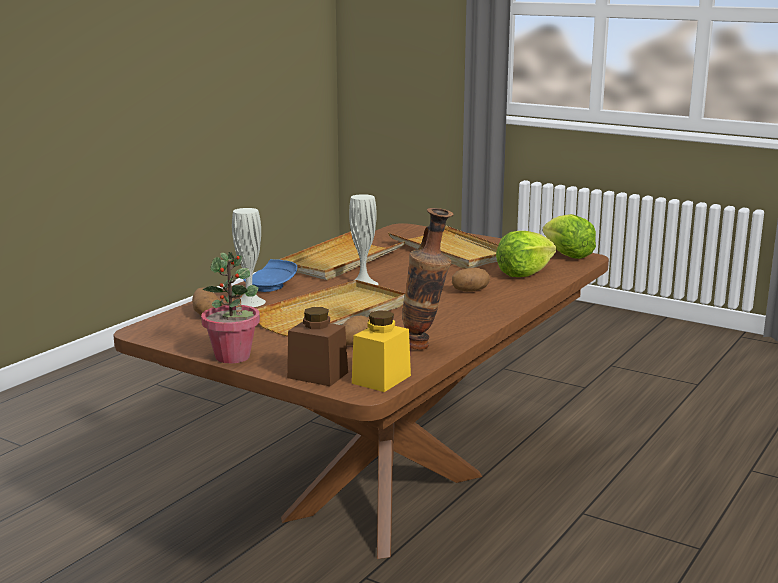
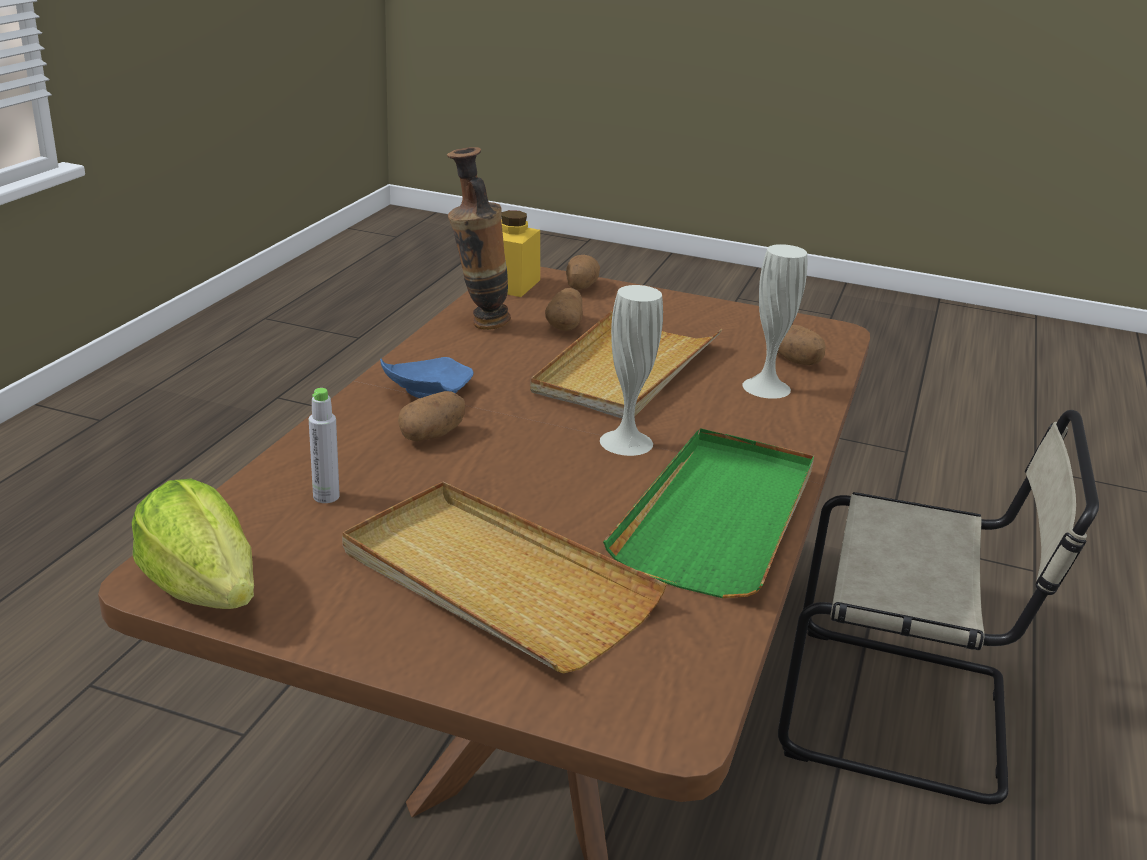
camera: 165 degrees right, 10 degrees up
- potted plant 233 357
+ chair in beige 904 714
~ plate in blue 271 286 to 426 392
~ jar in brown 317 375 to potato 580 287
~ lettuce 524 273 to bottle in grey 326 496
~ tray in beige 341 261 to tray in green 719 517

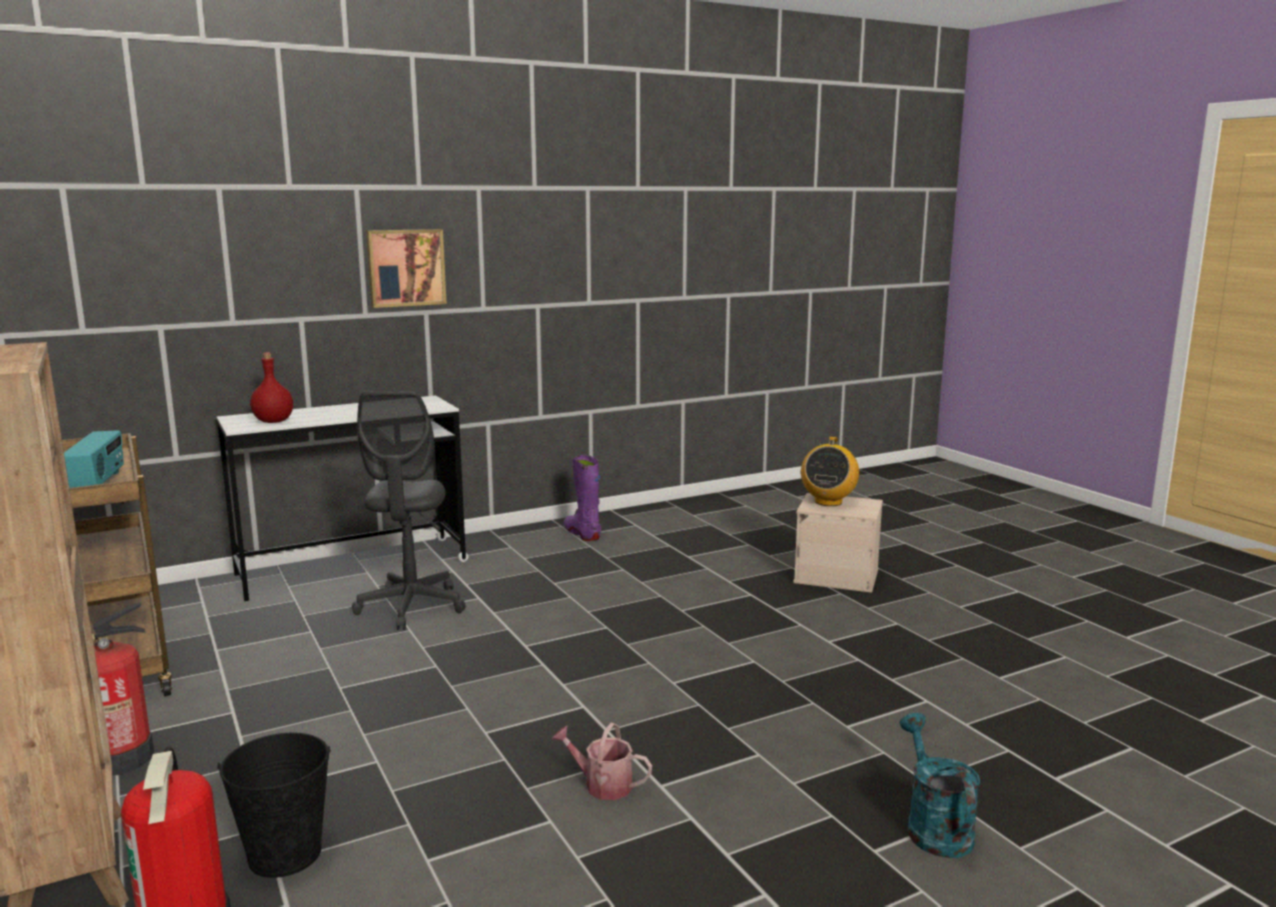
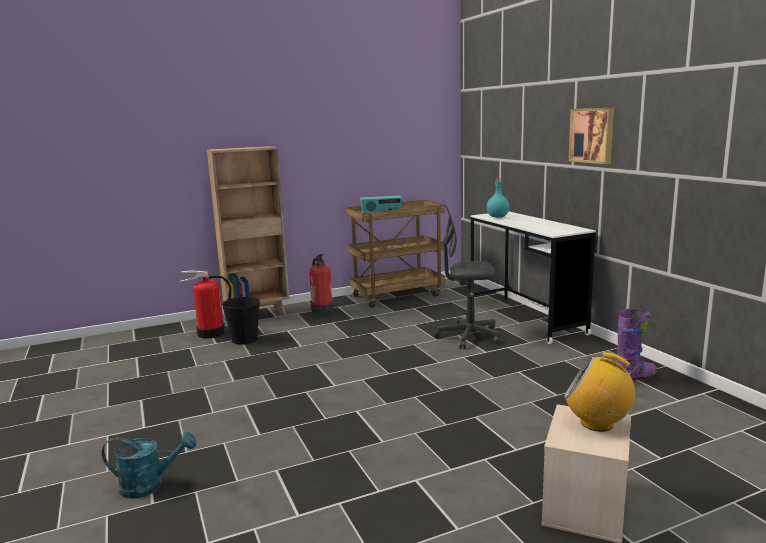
camera: 95 degrees right, 0 degrees up
- watering can 602 785
~ bottle in red 273 421 to bottle in turquoise 498 217

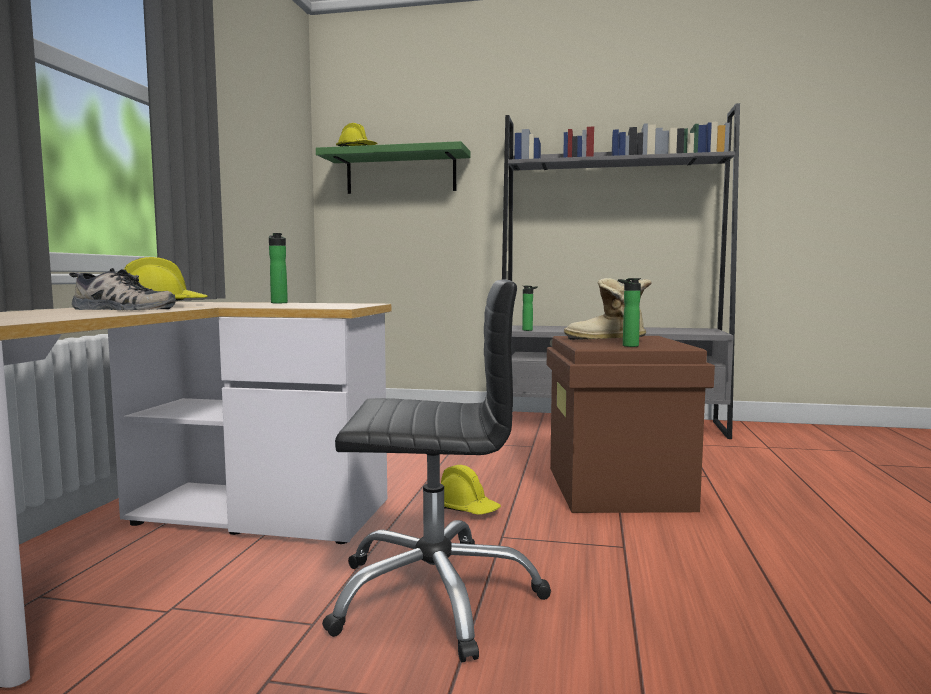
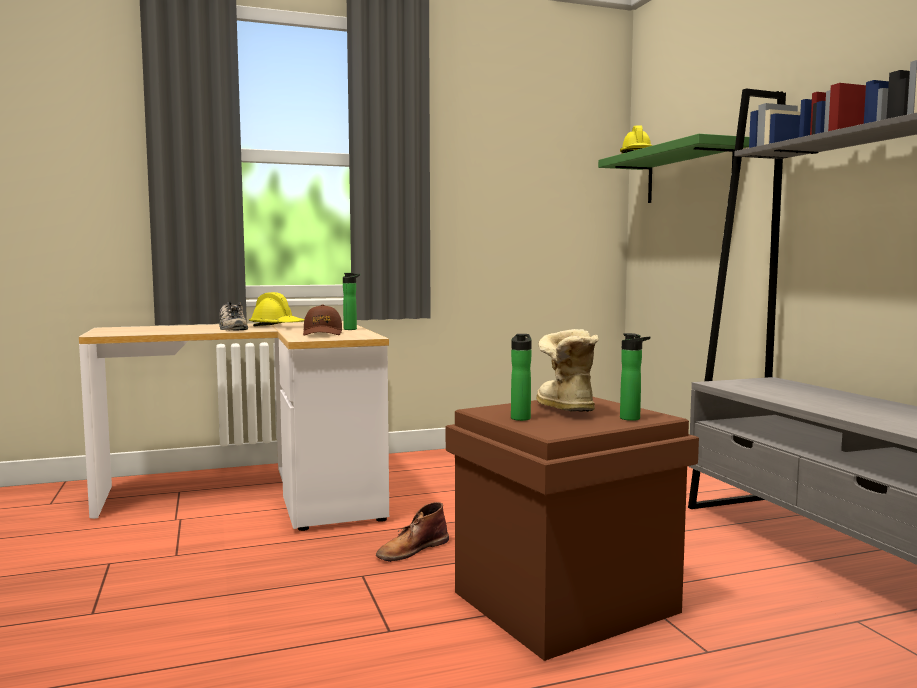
camera: 60 degrees right, 0 degrees up
- office chair in black 435 595
+ cap in brown 323 333
~ bottle 529 330 to 632 419
~ hard hat in yellow 466 509 to boot in brown 412 549

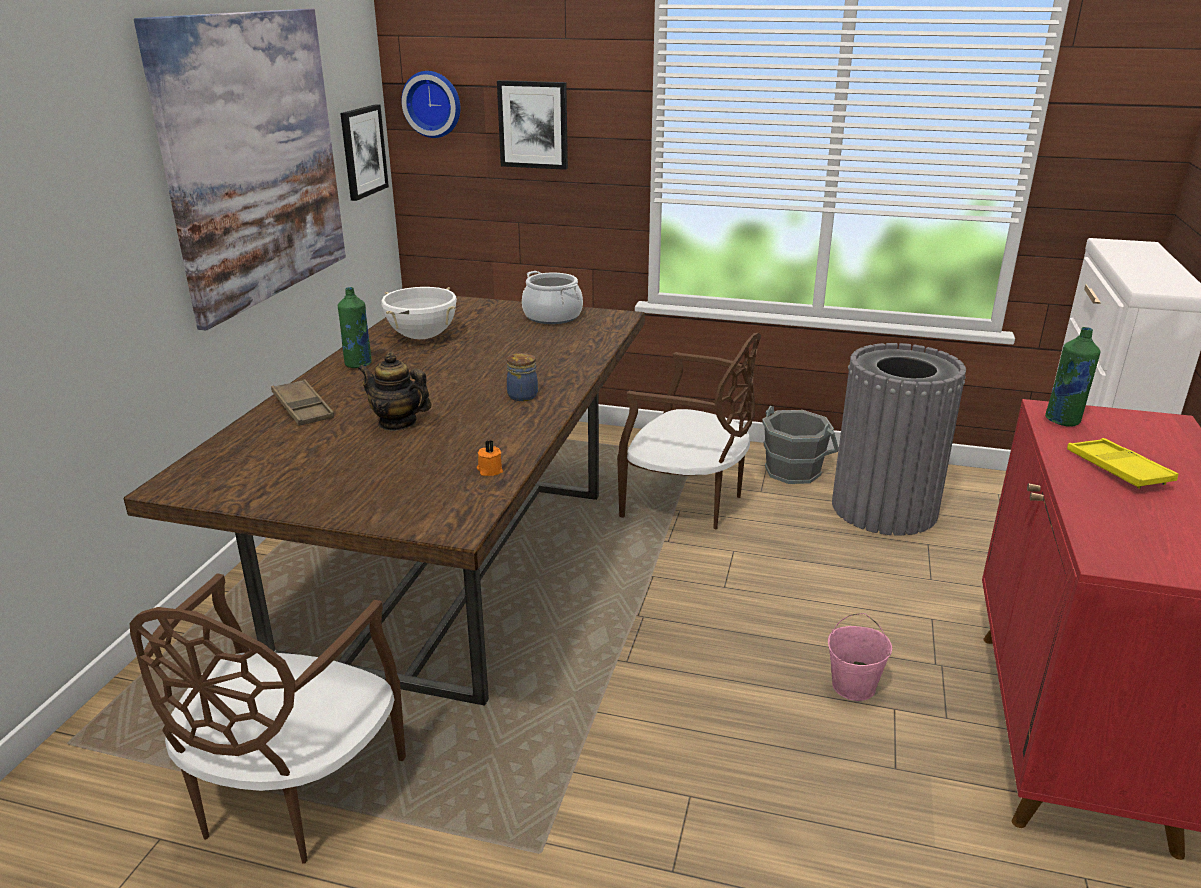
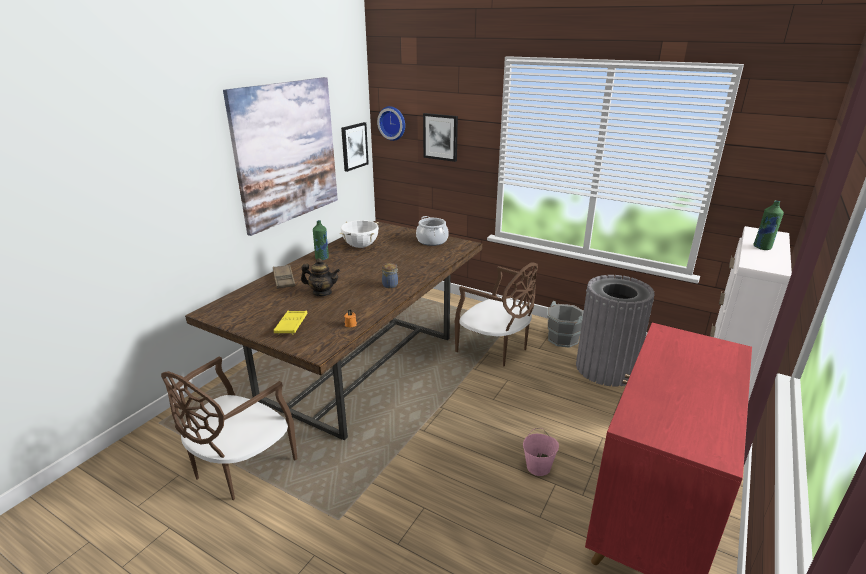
camera: 15 degrees right, 0 degrees up
~ bottle in green 1063 421 to 762 247
~ tray in yellow 1117 469 to 291 325
~ teapot 397 423 = 322 292 150 degrees clockwise

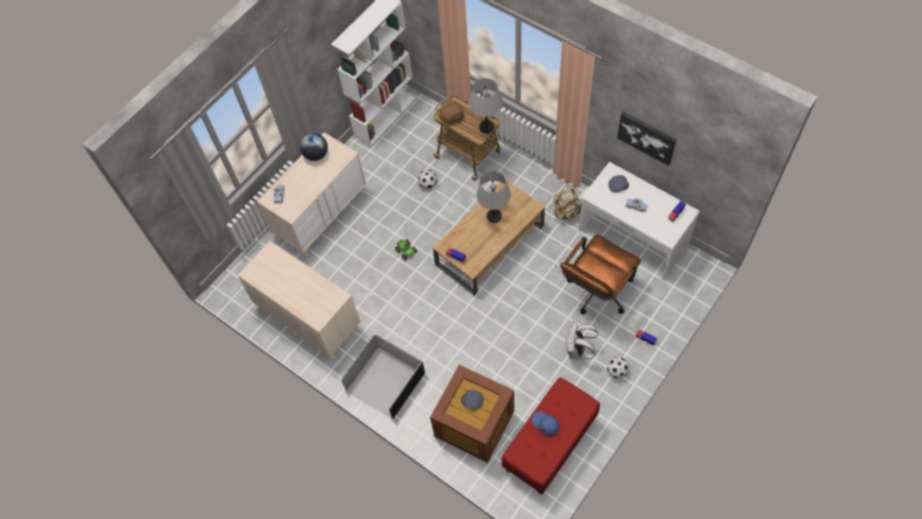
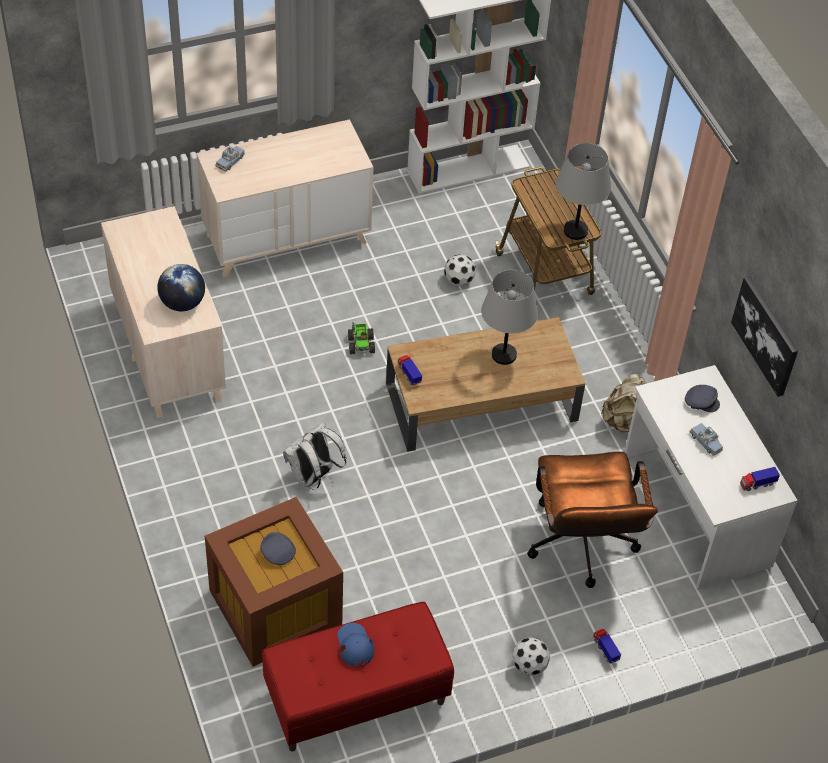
camera: 25 degrees right, 10 degrees down
- storage box in black 384 381
- plush toy in brown 451 118
~ globe 316 155 to 182 303
~ backpack in white 577 350 to 313 476
~ office chair in brown 596 293 = 581 549 75 degrees counterclockwise

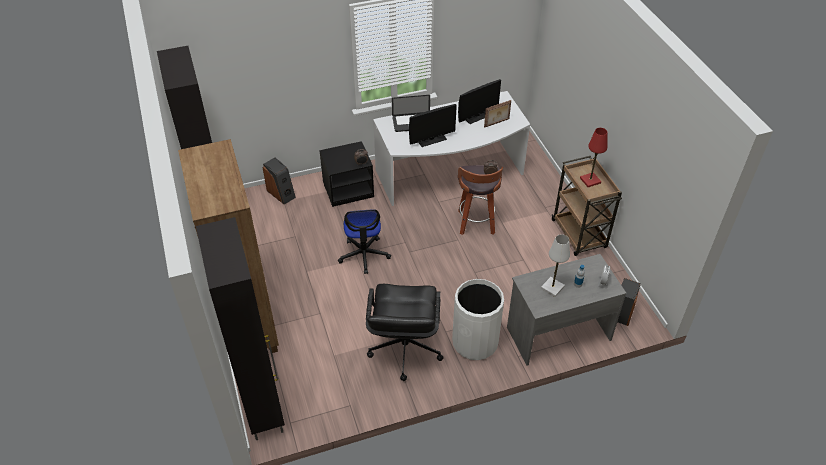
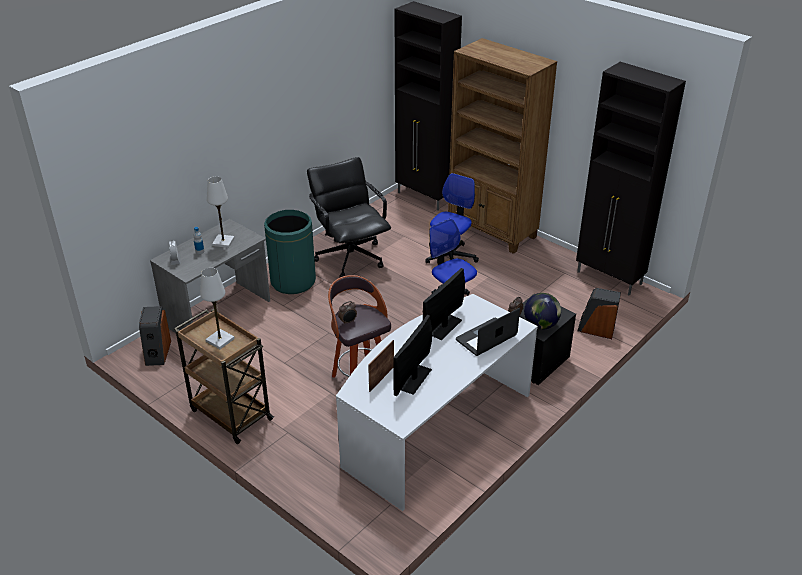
camera: 150 degrees right, 10 degrees down
+ office chair 450 257
+ globe 541 325
~ trash can in white 475 342 to trash can in green 293 281
~ table lamp in red 590 180 to table lamp in white 220 340

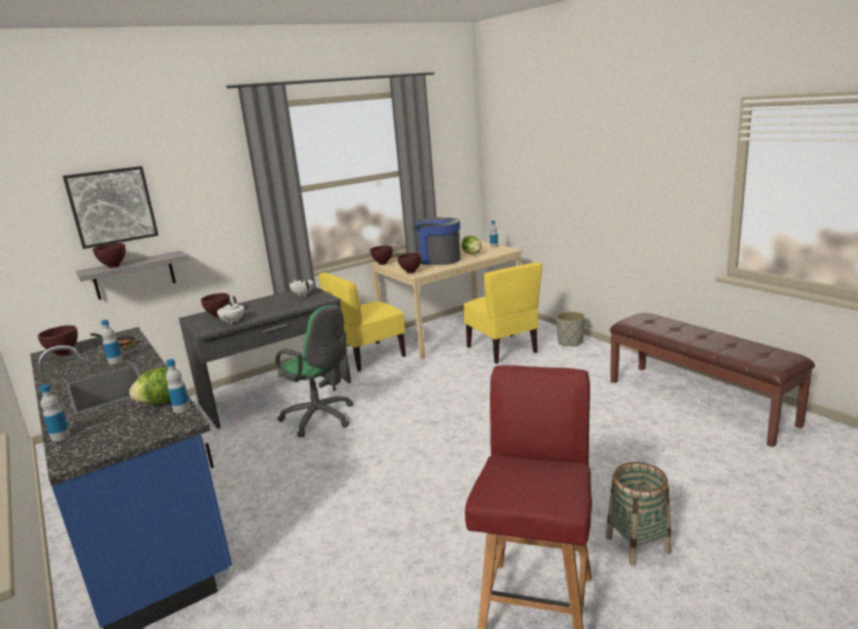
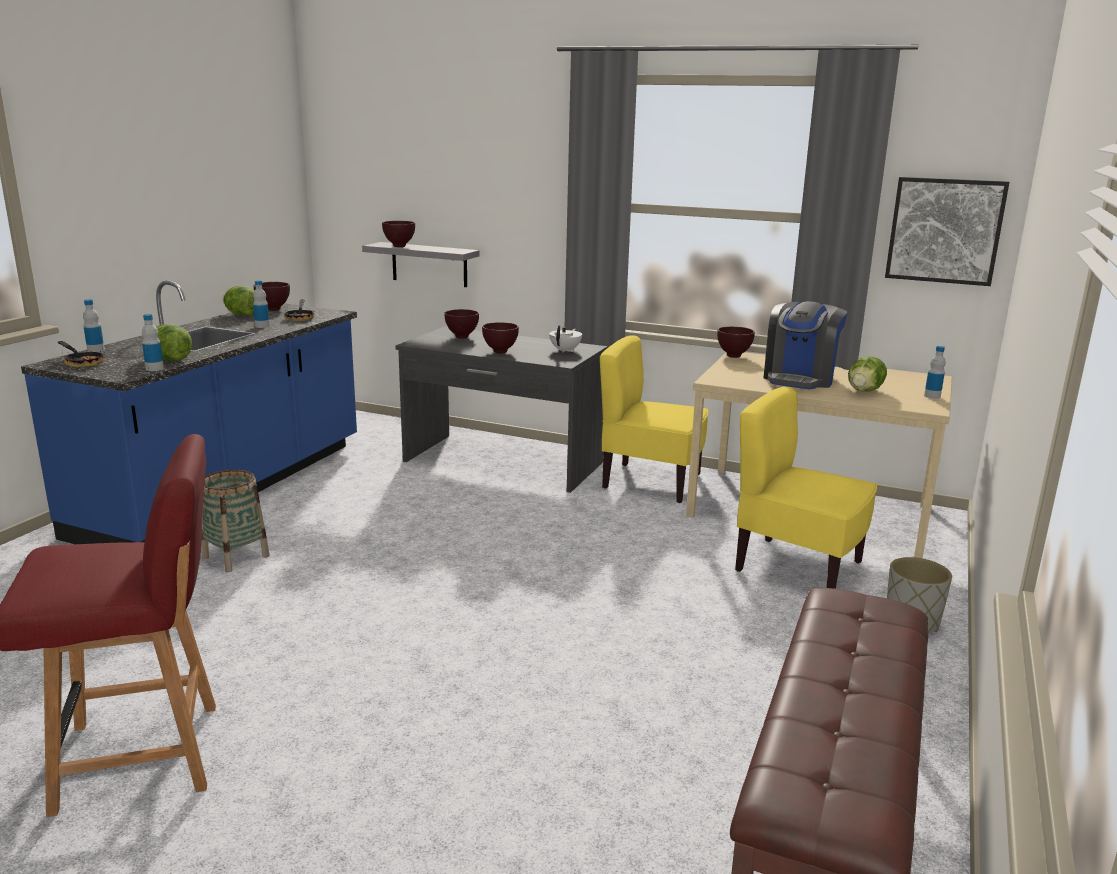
camera: 55 degrees right, 0 degrees up
- teapot in white 232 322
- office chair in green 321 419
+ frying pan 82 363
+ lettuce 242 315
~ picture 112 206 to 944 230
~ bowl in brown 410 272 to 501 352
~ basket 637 545 to 236 557
~ coffee machine 438 260 = 800 378 150 degrees counterclockwise
~ chair in yellow 503 349 = 797 568 90 degrees clockwise

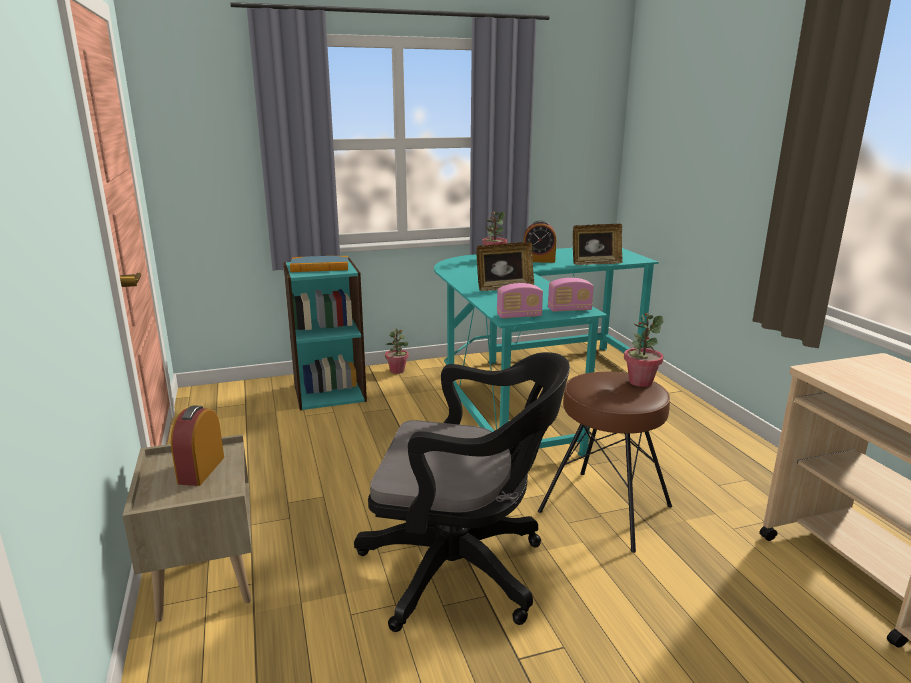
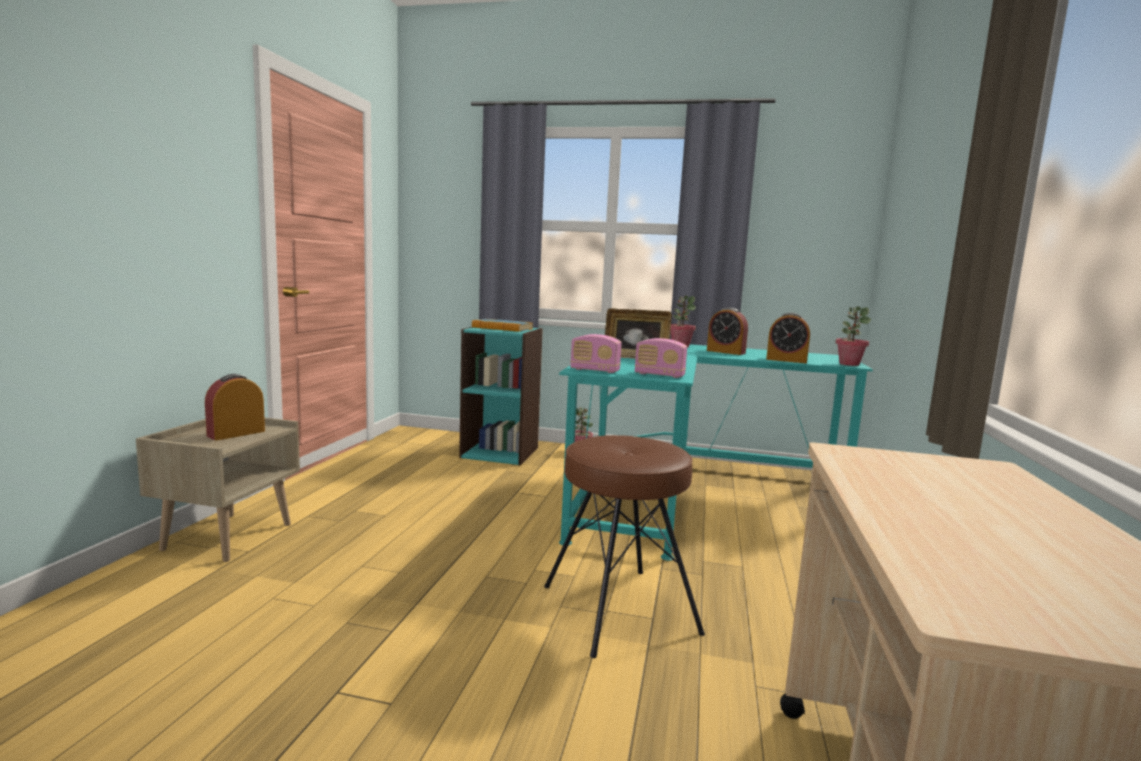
camera: 30 degrees right, 10 degrees down
- office chair in black 463 570
~ potted plant 640 382 to 849 364
~ picture frame 595 263 to alarm clock 786 360

